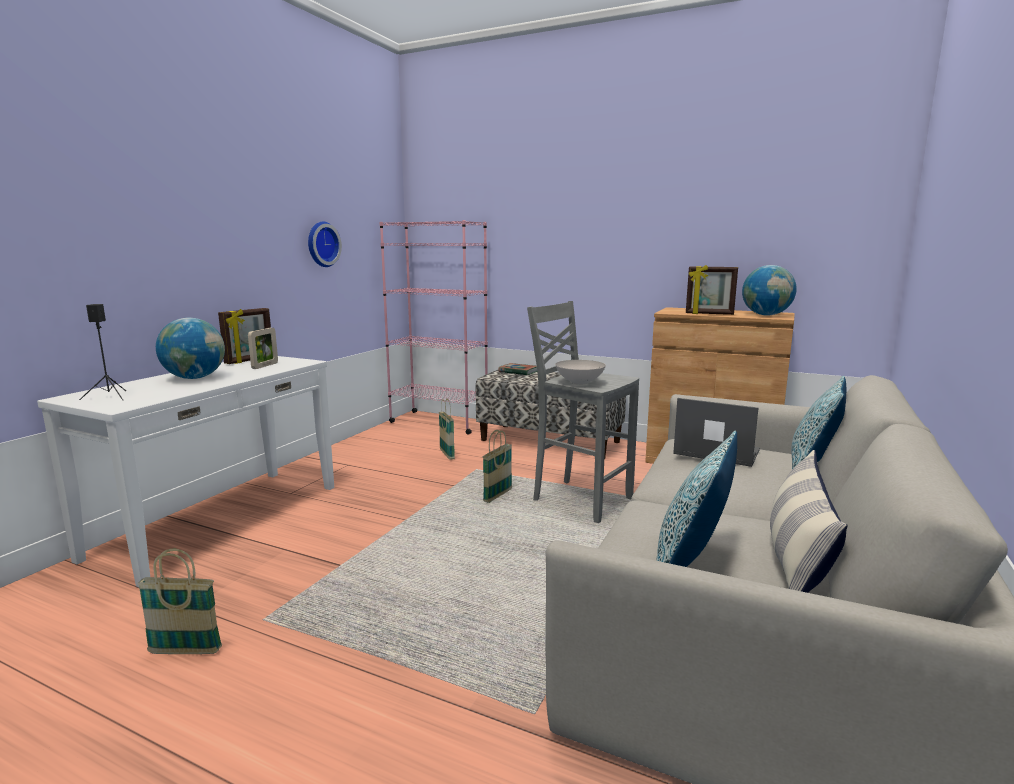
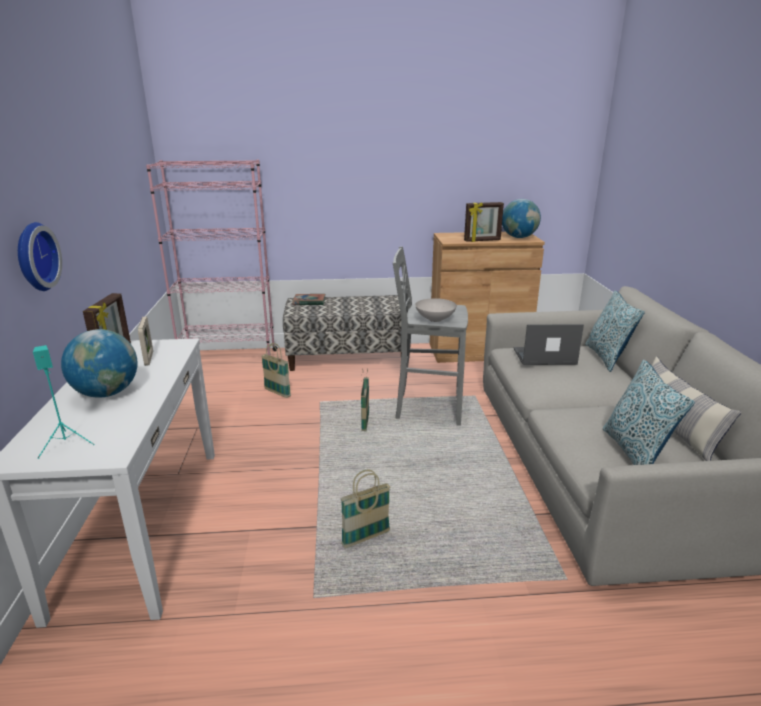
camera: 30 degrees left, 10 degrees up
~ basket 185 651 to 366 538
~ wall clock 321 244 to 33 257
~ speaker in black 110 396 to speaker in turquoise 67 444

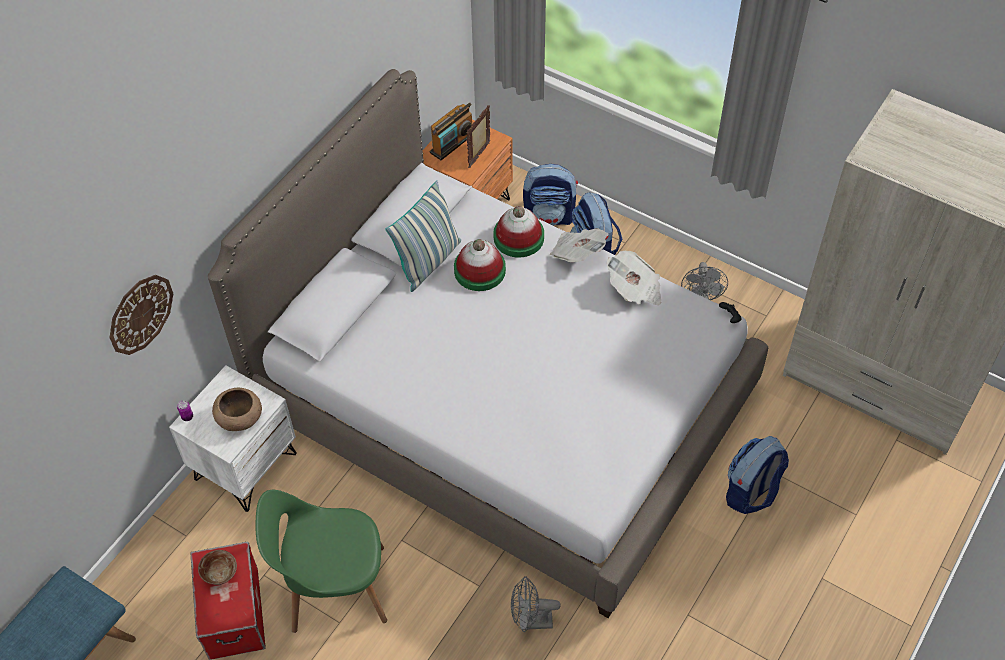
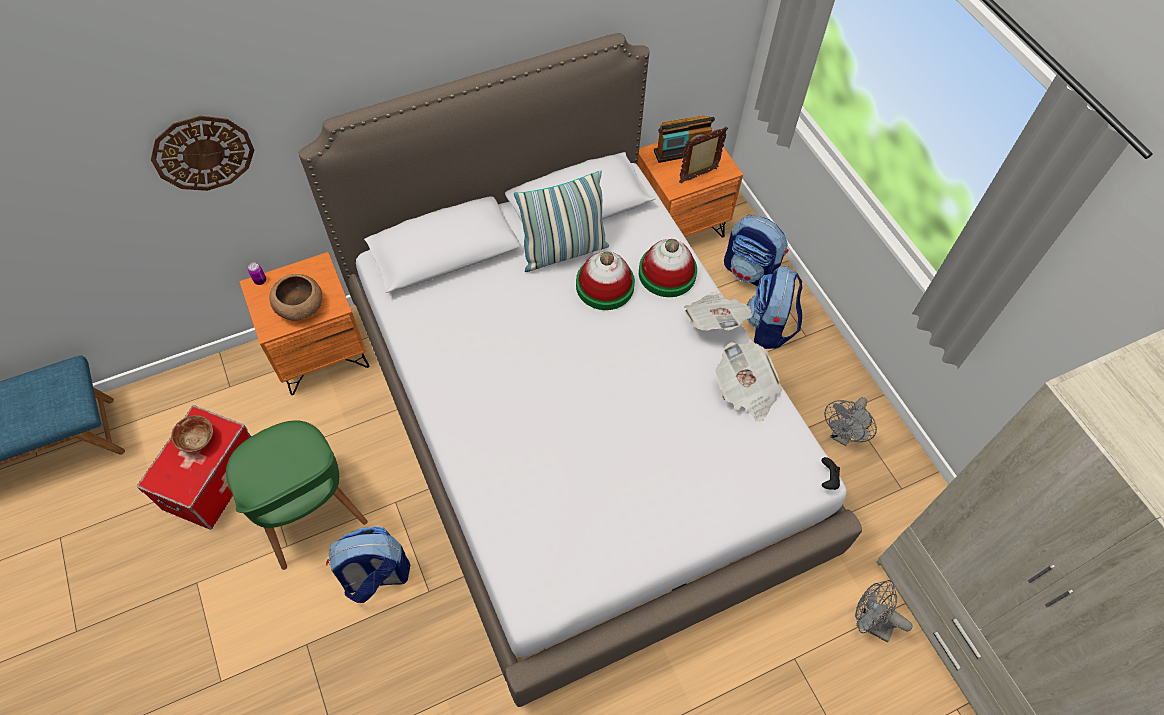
camera: 30 degrees right, 5 degrees up
~ fan in grey 531 621 to 868 623
~ backpack 751 492 to 375 576
~ nightstand in white 245 466 to nightstand in orange 321 353
~ chair in green 334 588 = 307 510 150 degrees counterclockwise

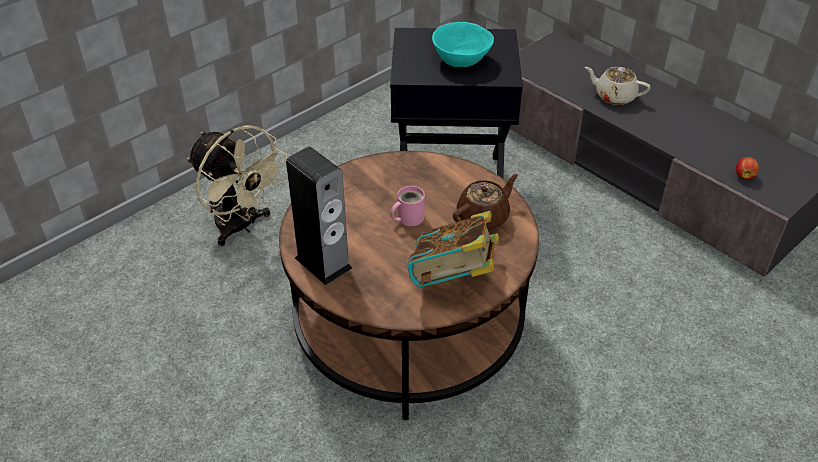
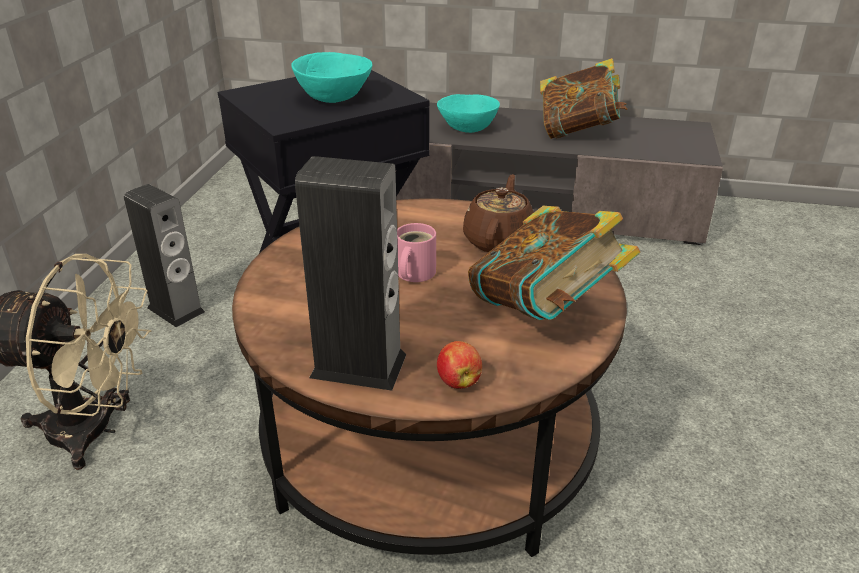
camera: 35 degrees left, 10 degrees down
+ speaker 176 310
+ book 578 132
~ apple 744 176 to 458 381
~ teapot in beige 614 96 to bowl in turquoise 468 127

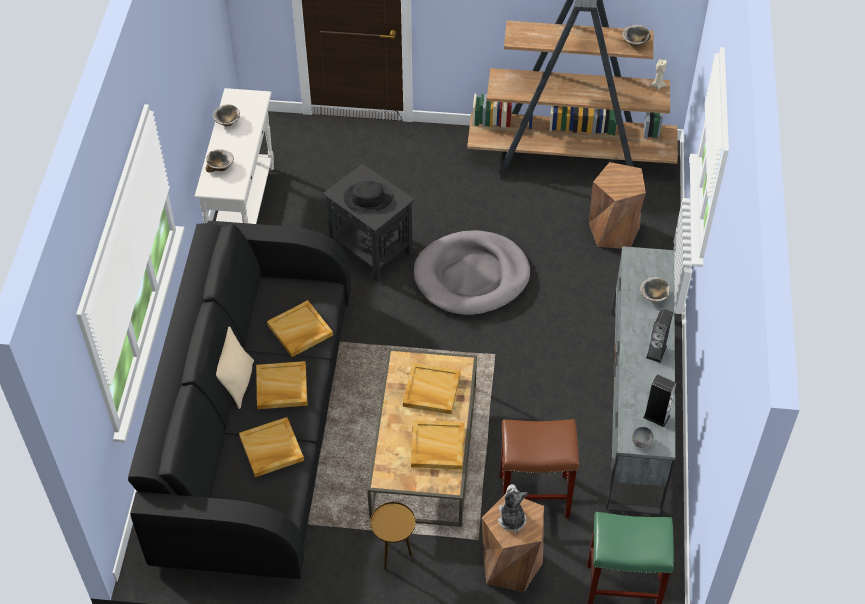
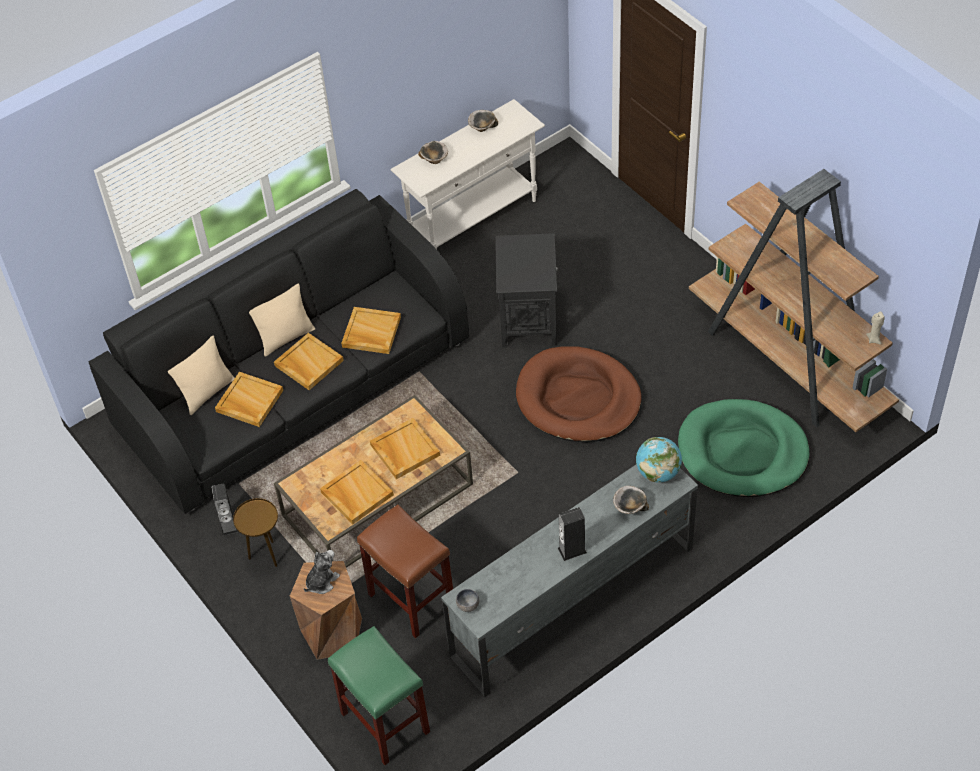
camera: 50 degrees right, 0 degrees up
- hat in black 368 198
- bowl 635 43
+ pillow in beige 207 393
+ globe 658 473
~ speaker 656 416 to 228 524
~ stool in brown 613 231 to dog bed in green 742 452
~ dog bed in grey 471 276 to dog bed in brown 578 399

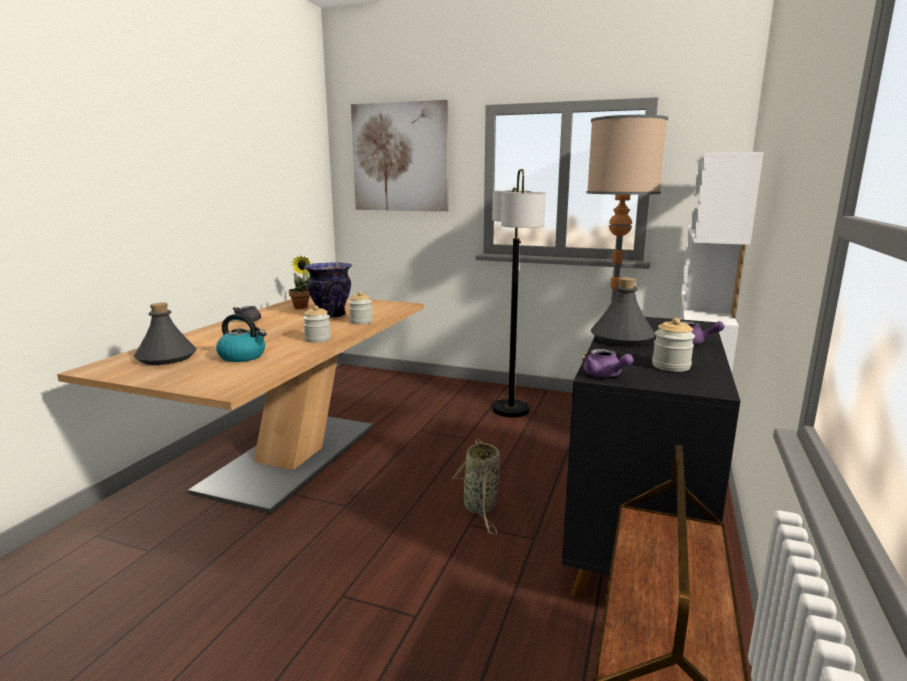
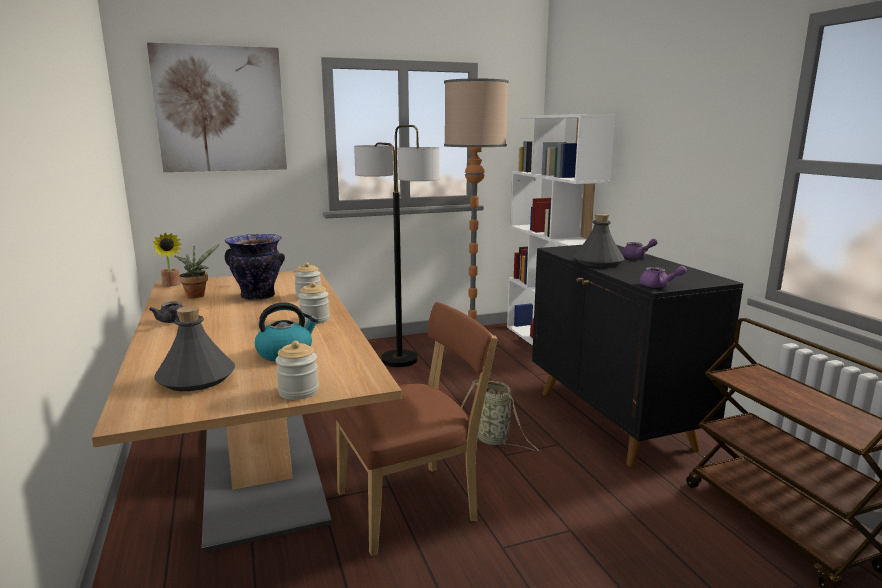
camera: 40 degrees left, 0 degrees up
+ chair in brown 413 505
~ jar 671 366 to 298 391

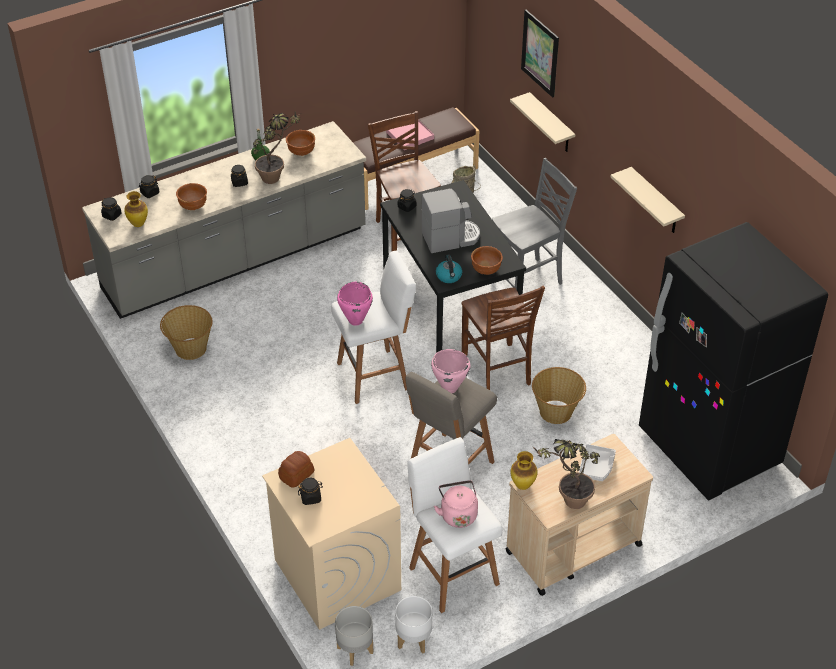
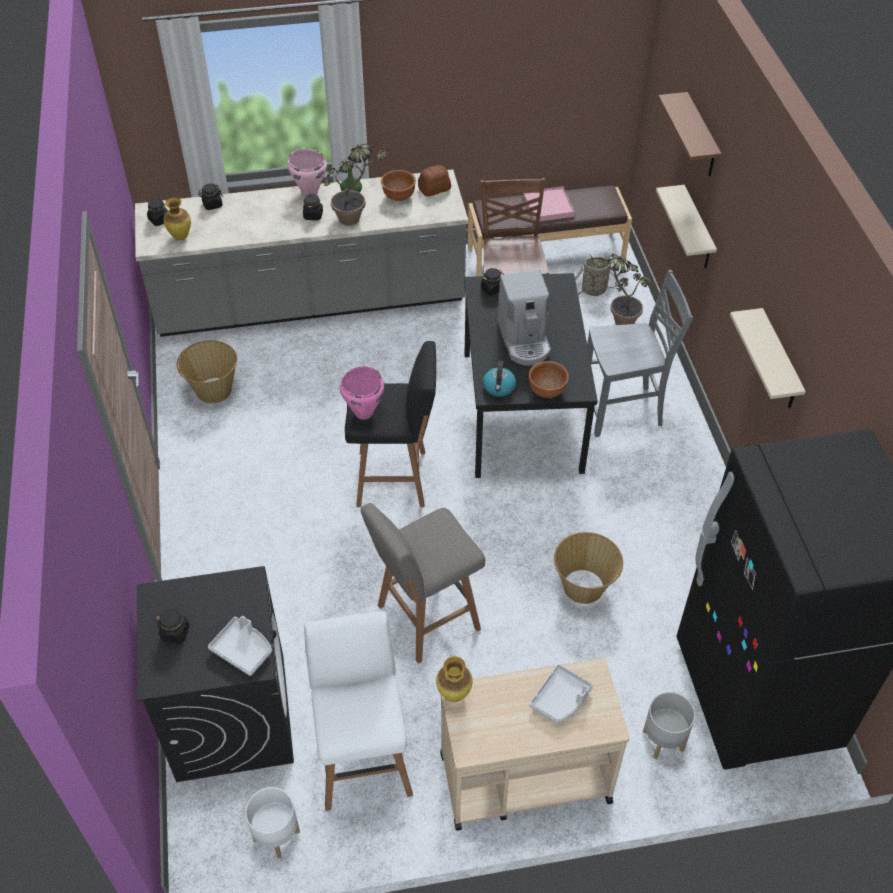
camera: 20 degrees right, 5 degrees up
- bowl in brown 193 206
- kettle in pink 457 514
- chair in brown 497 371
+ tray in grey 243 650
~ bread 296 475 to 434 188
~ planter in grey 354 650 to 662 740
~ cooking pot in pink 449 388 to 309 192
~ potted plant 567 501 to 617 320
~ picture 540 53 to shelf in brown 701 137
~ washing machine in beige 336 574 to washing machine in black 231 716
~ stool in white 375 375 to stool in black 395 478
~ coffee machine 451 238 = 524 340 75 degrees clockwise

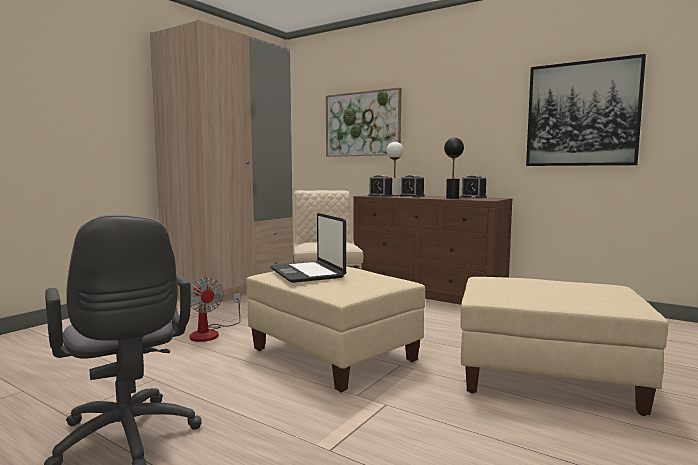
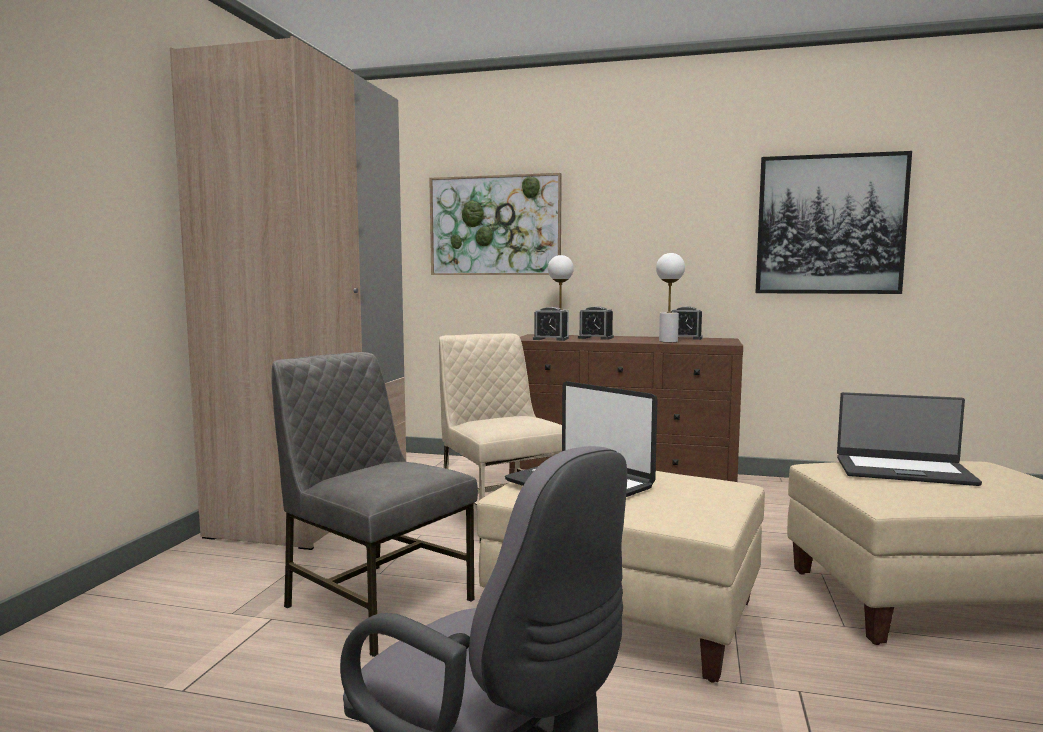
camera: 20 degrees left, 0 degrees up
+ laptop 903 470
~ fan 211 333 to chair in grey 376 603
~ table lamp in black 452 198 to table lamp in white 668 341

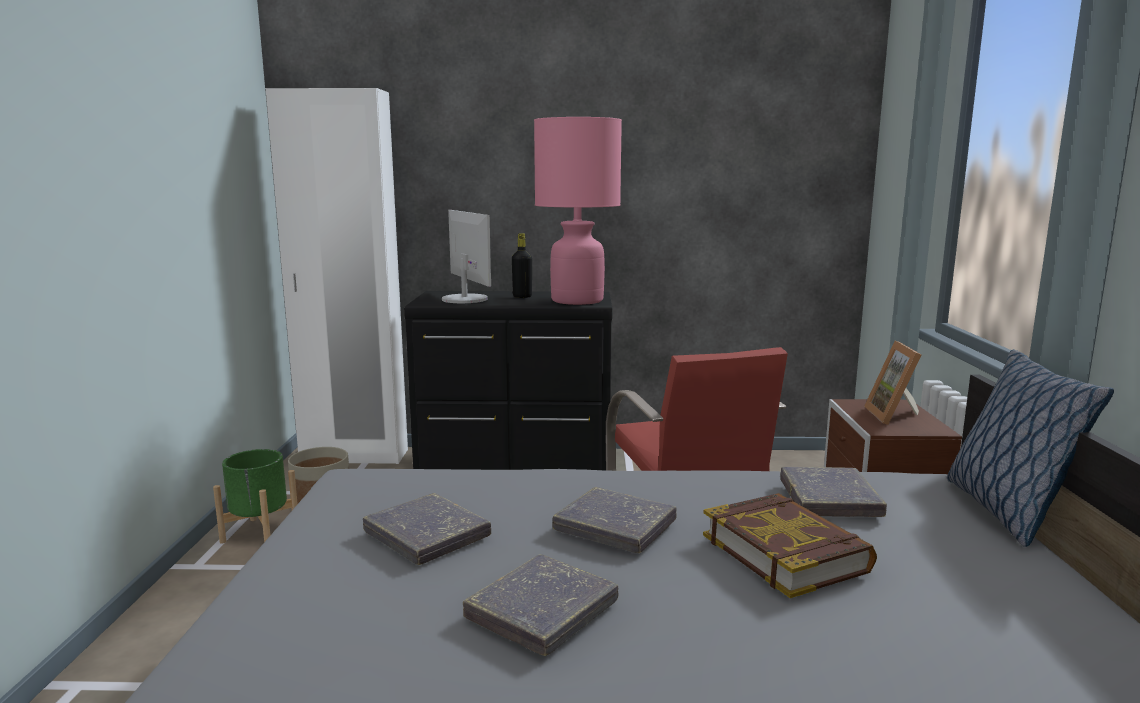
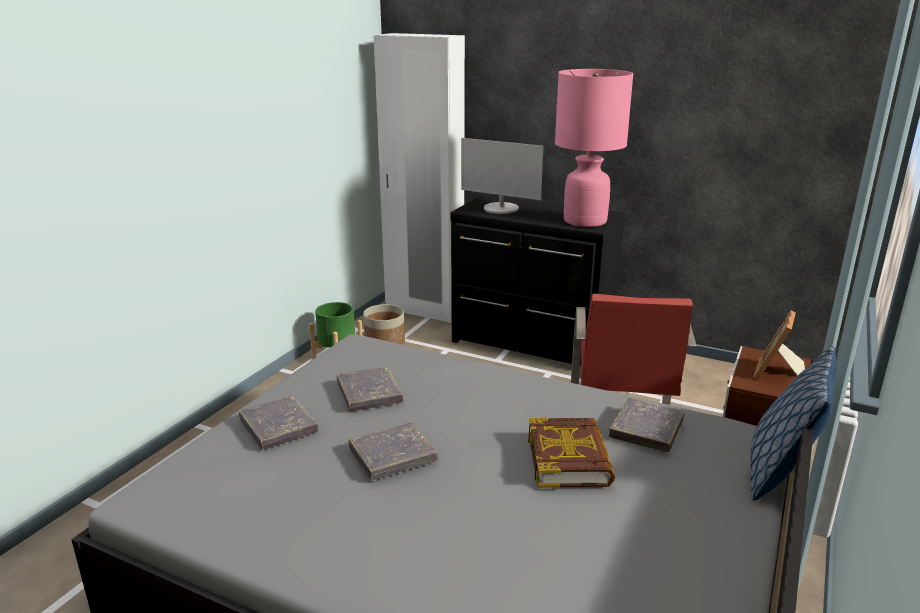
camera: 25 degrees right, 10 degrees up
- bottle in black 522 296
~ book in grey 615 526 to 278 427
~ monitor 465 299 = 501 209 120 degrees clockwise

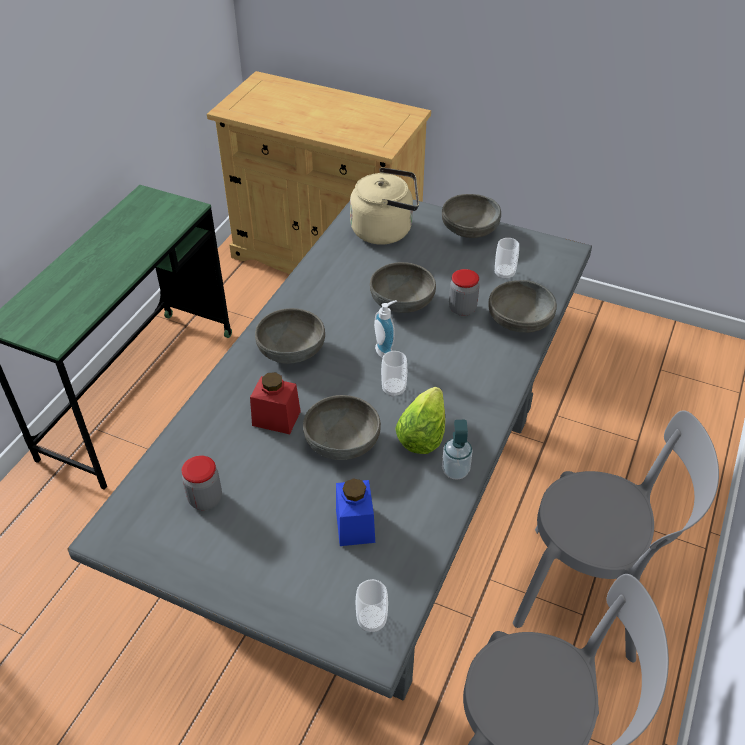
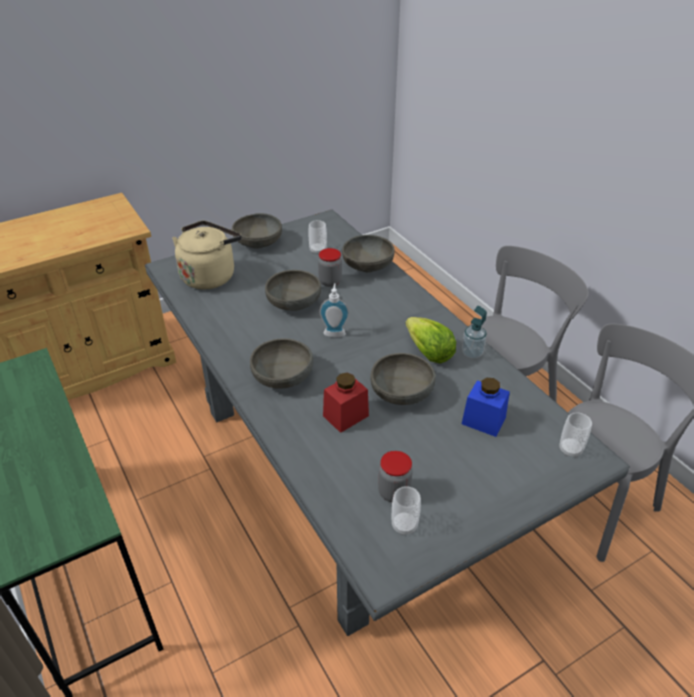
camera: 55 degrees left, 5 degrees down
~ cup 393 389 to 404 525

